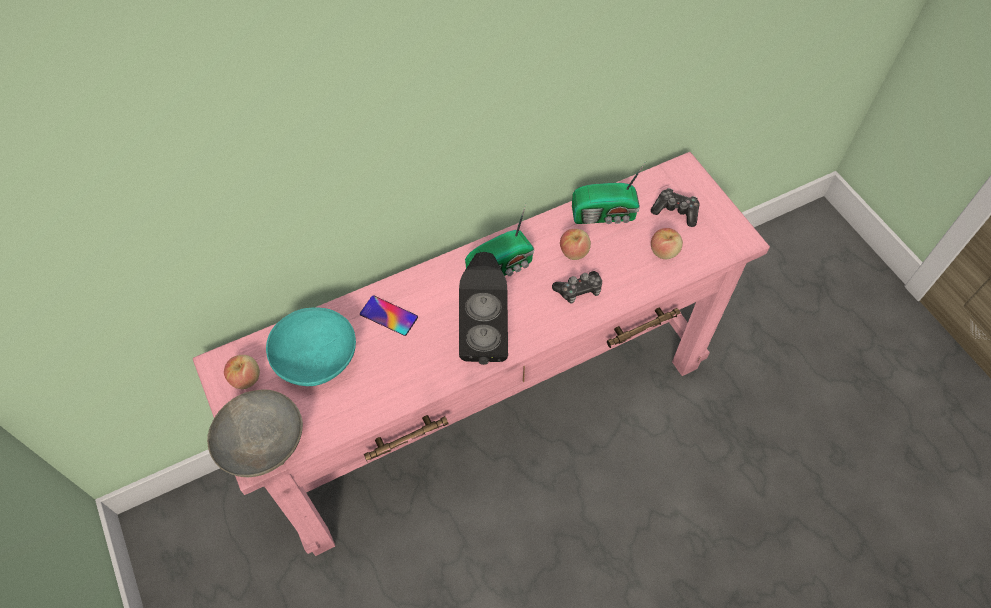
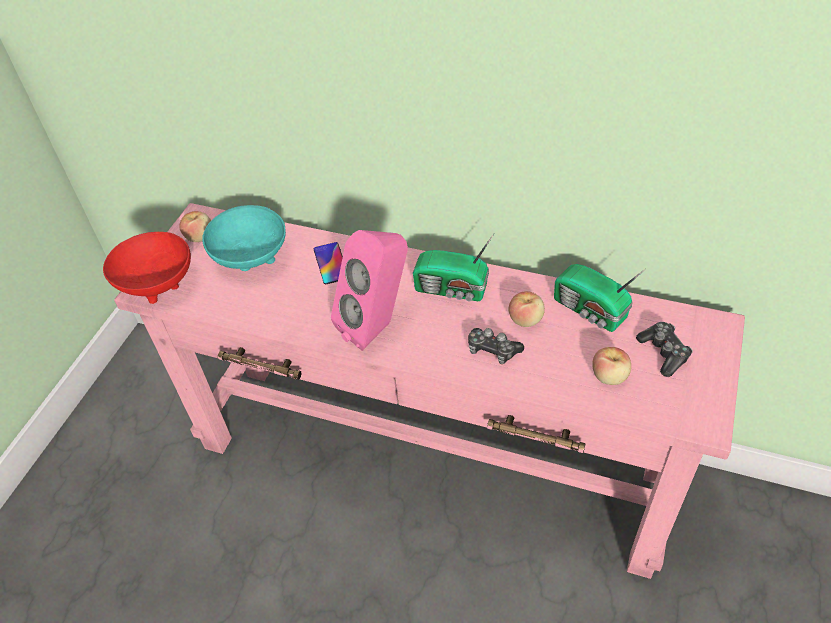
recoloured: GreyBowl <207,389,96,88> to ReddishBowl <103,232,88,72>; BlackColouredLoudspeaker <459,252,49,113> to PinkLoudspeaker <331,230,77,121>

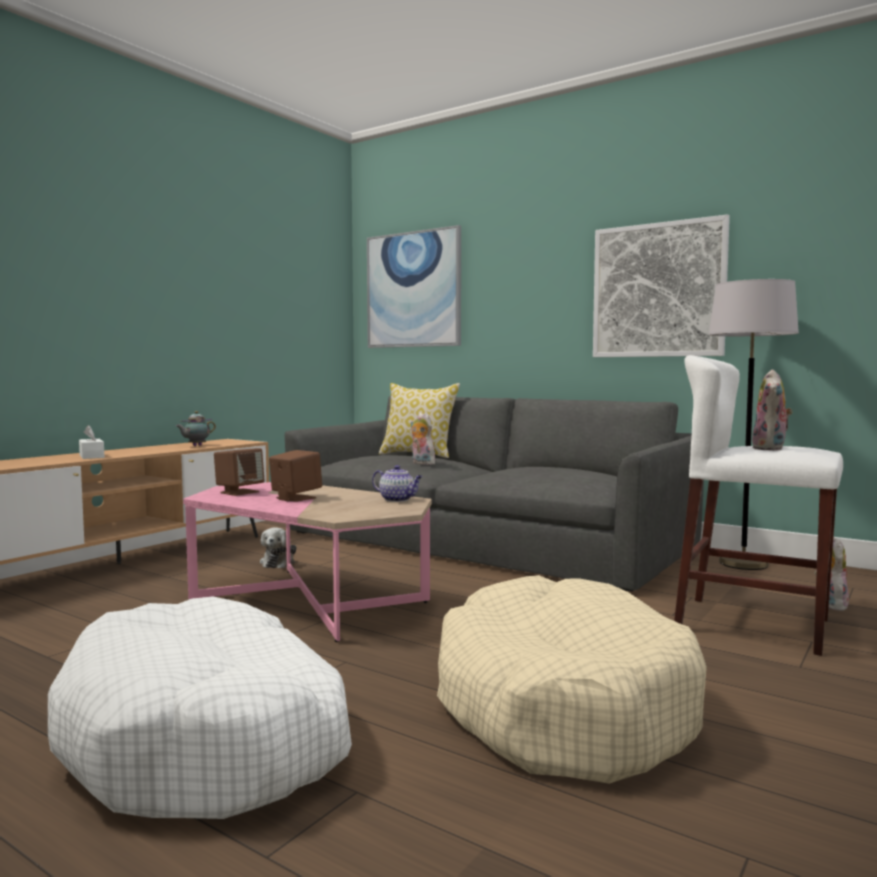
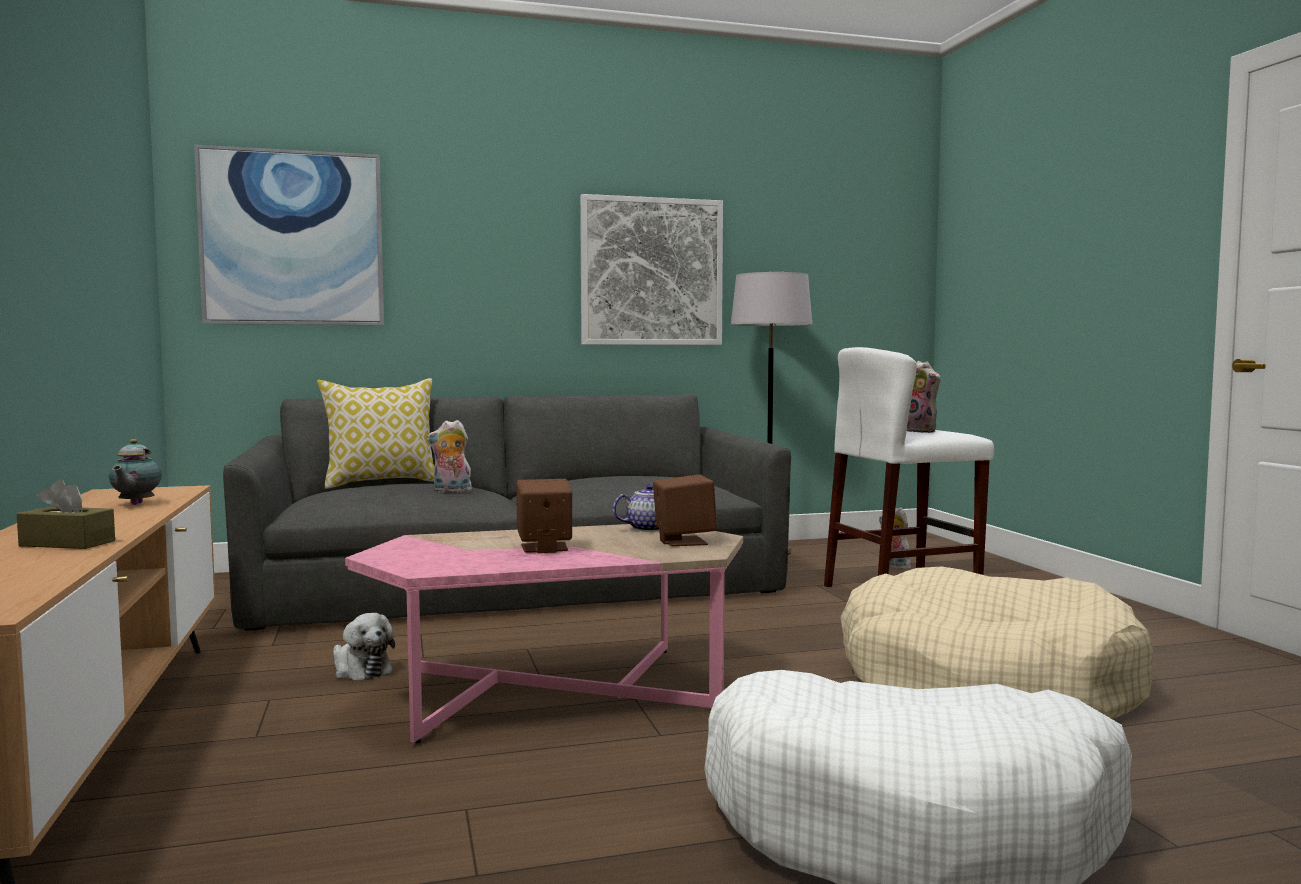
moved: BrownColouredLoudspeaker <214,448,51,48> to <653,475,64,71>
recoloured: WhiteColouredTissueBox <79,425,26,34> to BrownColouredTissueBox <17,479,98,70>

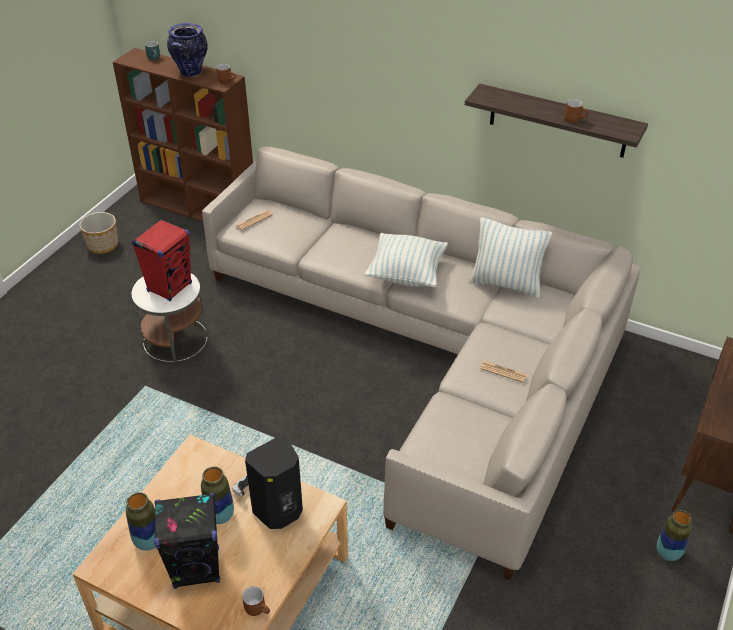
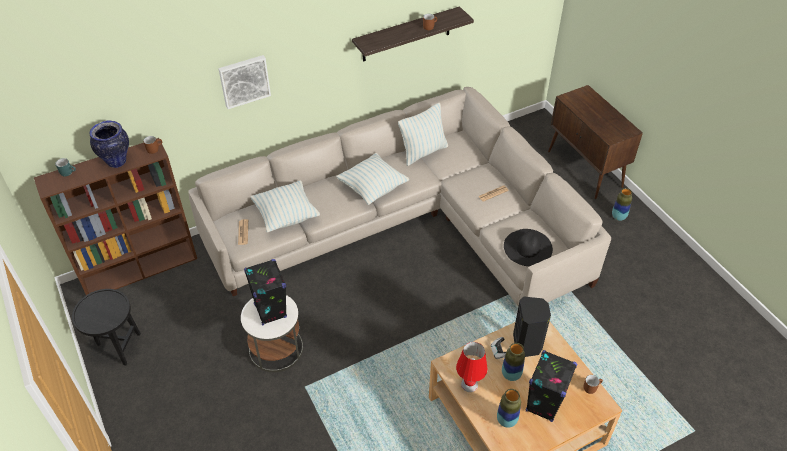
added: WallPicture <218,55,53,54>; Pillow <250,180,70,53>; ReddishTabletopLamp <456,342,32,50>; BlackColouredWearableHat <504,229,49,37>
replaced: PlantPot <79,212,39,42> to BlackColouredEndTable <72,289,69,76>
recoloured: ReddishLoudspeaker <132,219,60,82> to BlackColouredLoudspeaker <244,259,43,67>

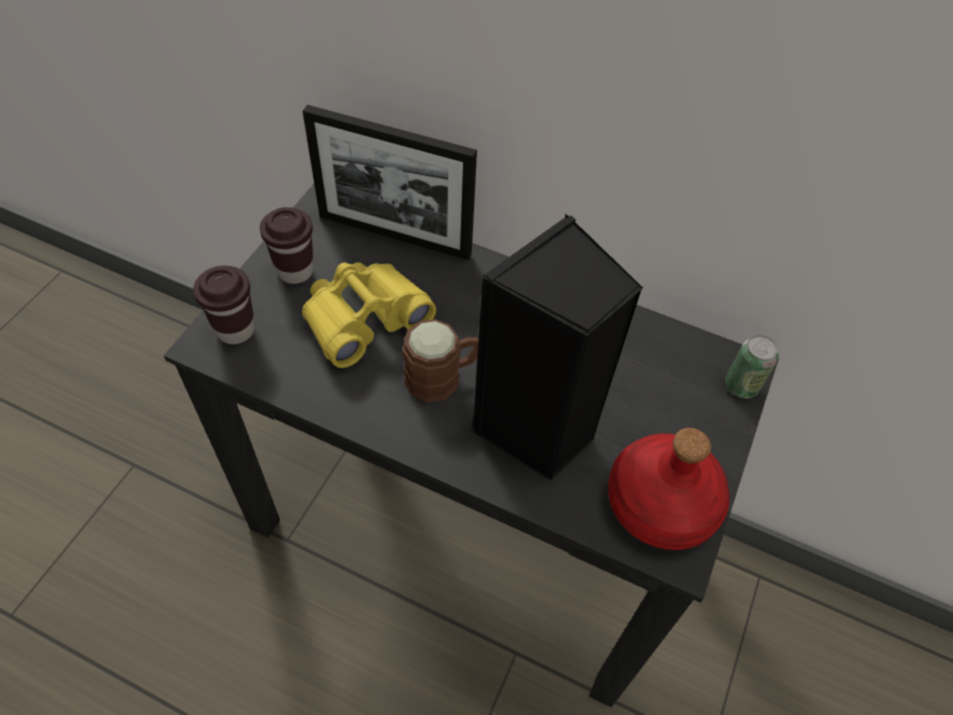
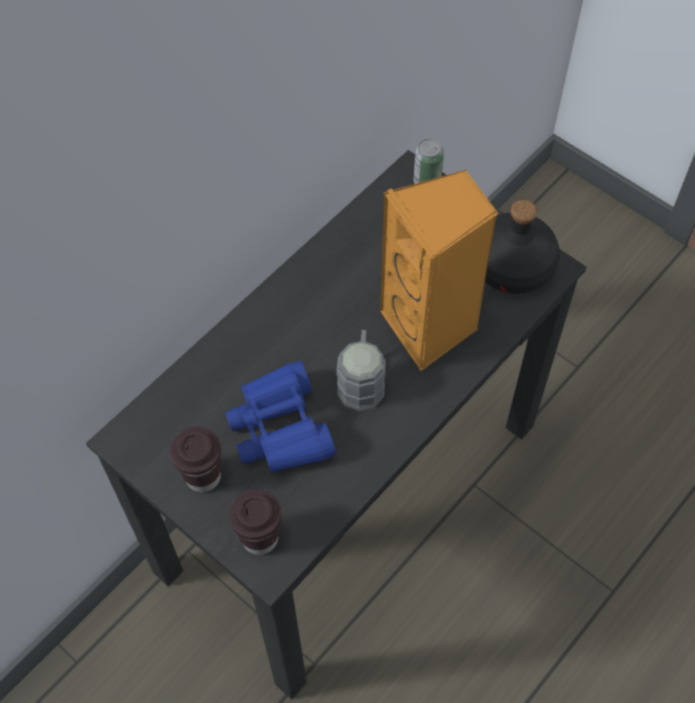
removed: StandingFrame <303,105,174,155>
recoloured: YellowColouredPairOfBinoculars <302,262,134,106> to BluePairOfBinoculars <225,361,112,112>; BrownColouredMug <402,319,77,83> to GreyMug <336,330,50,81>; BlackColouredLoudspeaker <471,214,172,267> to OrangeyLoudspeaker <380,170,119,201>; ReddishBeverageBottle <608,428,122,122> to BlackColouredBeverageBottle <485,200,75,94>

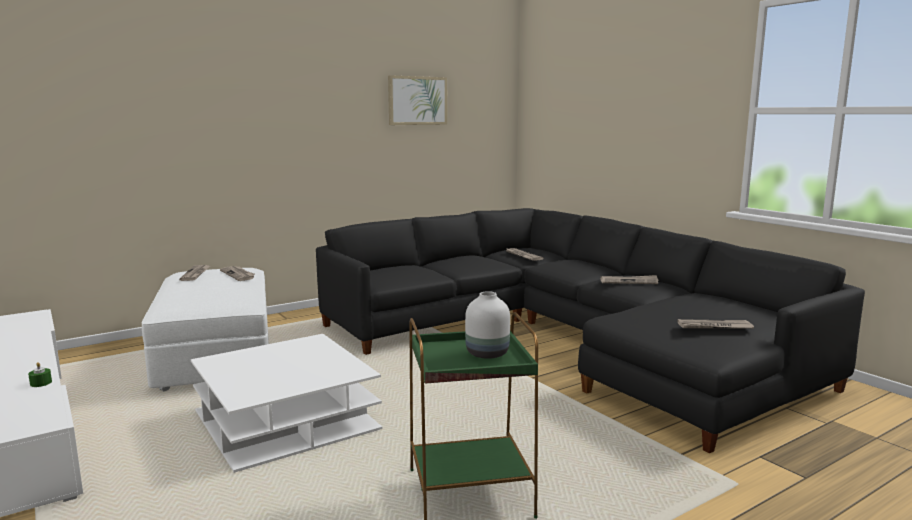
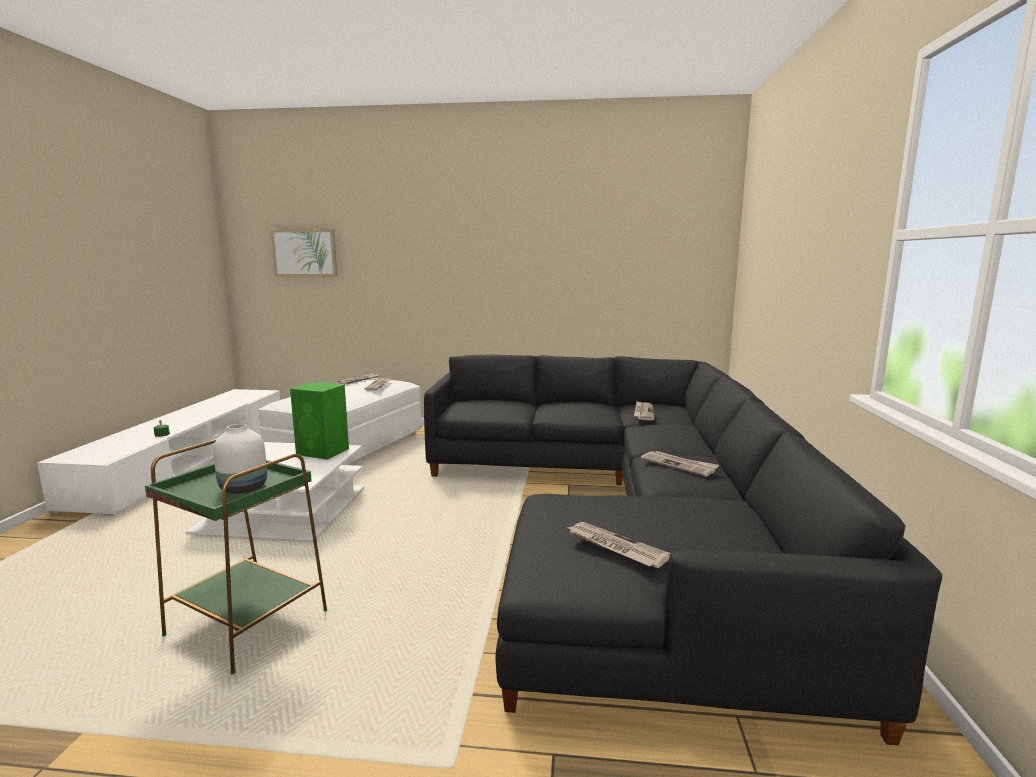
added: GreenColouredLoudspeaker <290,382,59,78>
moved: WallPicture <388,75,59,50> to <271,229,66,48>

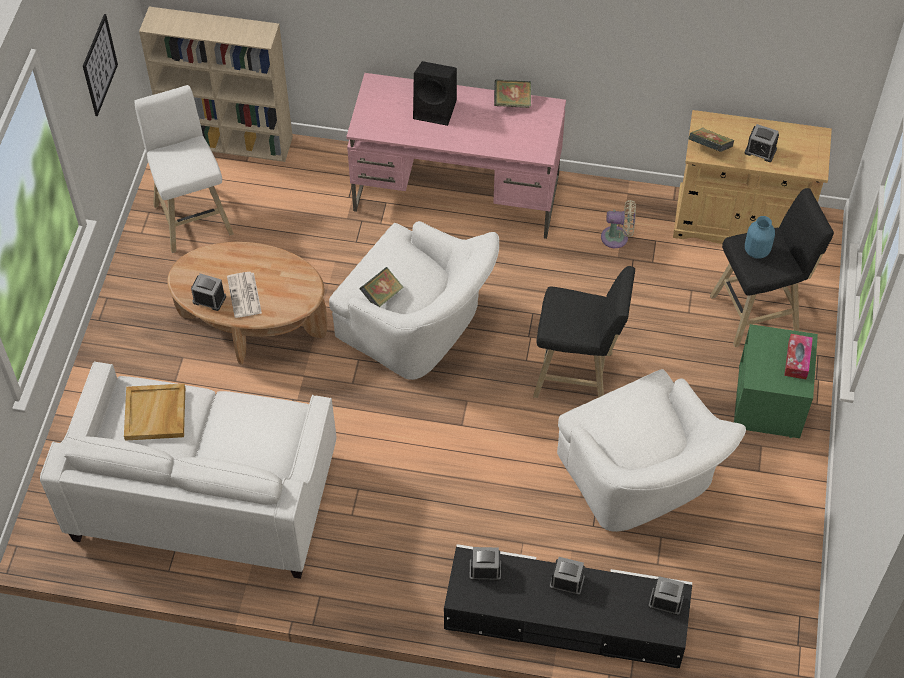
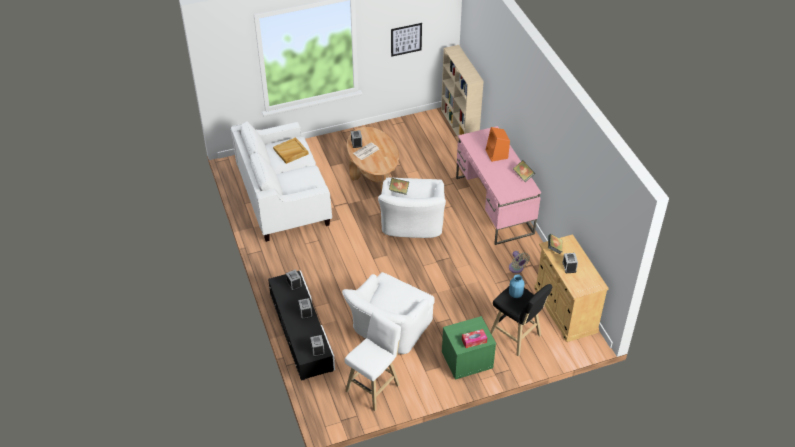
removed: BlackColouredStool <533,266,102,132>
moved: WhiteColouredStool <134,85,100,168> to <345,311,56,100>
recoloured: BlackColouredLoudspeaker <413,61,44,65> to OrangeyLoudspeaker <486,127,24,35>

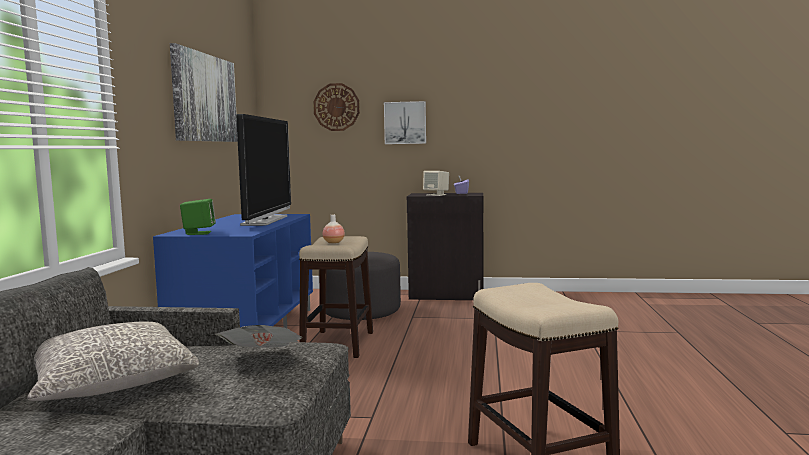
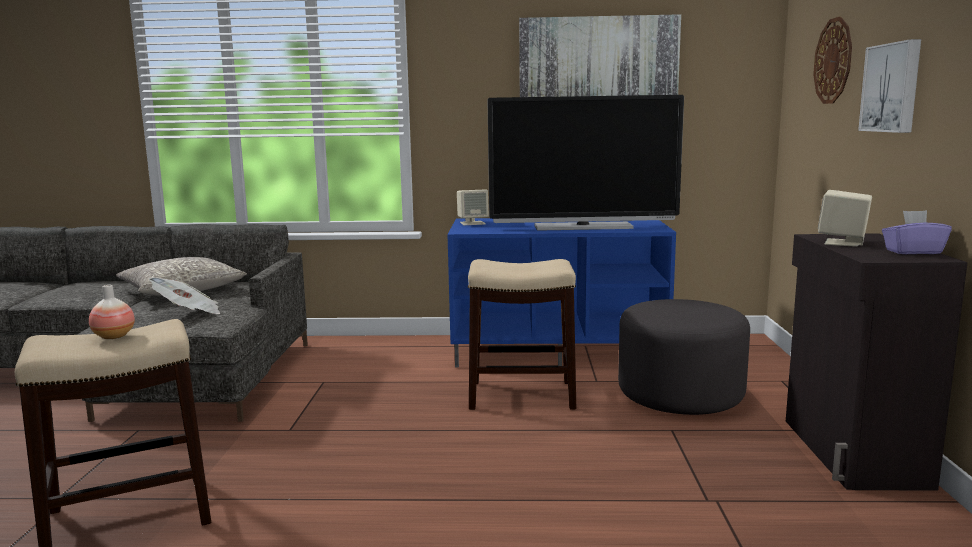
moved: DecorativeVase <322,215,23,29> to <89,285,46,54>
recoloured: GreenColouredLoudspeaker <180,199,36,36> to SandColouredLoudspeaker <457,189,32,36>

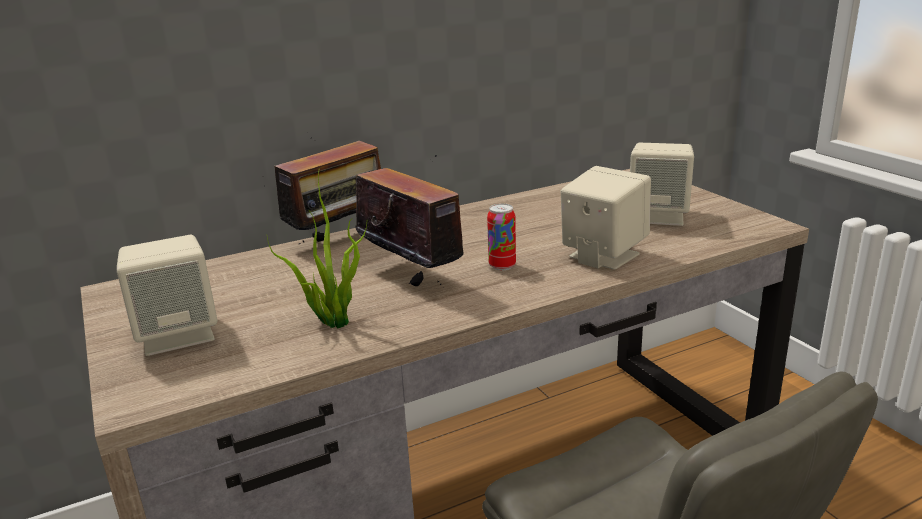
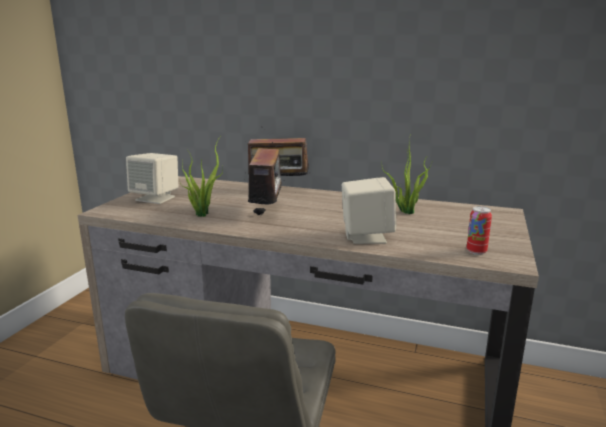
removed: SandColouredLoudspeaker <630,143,64,83>
added: PlantInAPot <382,133,50,81>
moved: SealedCan <487,203,29,67> to <467,206,25,49>

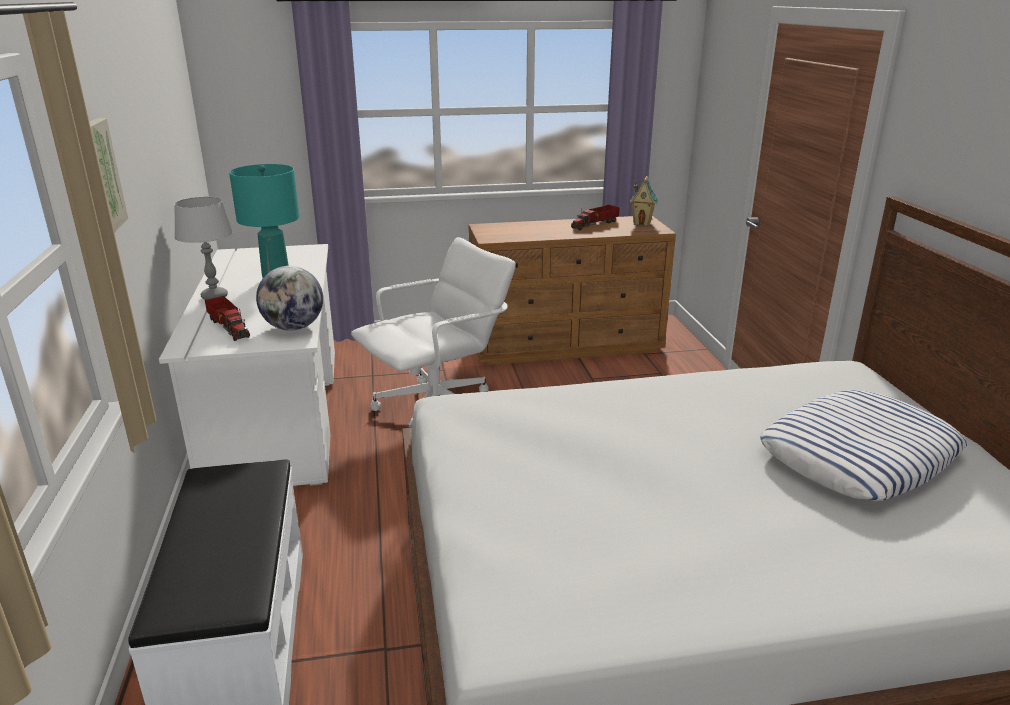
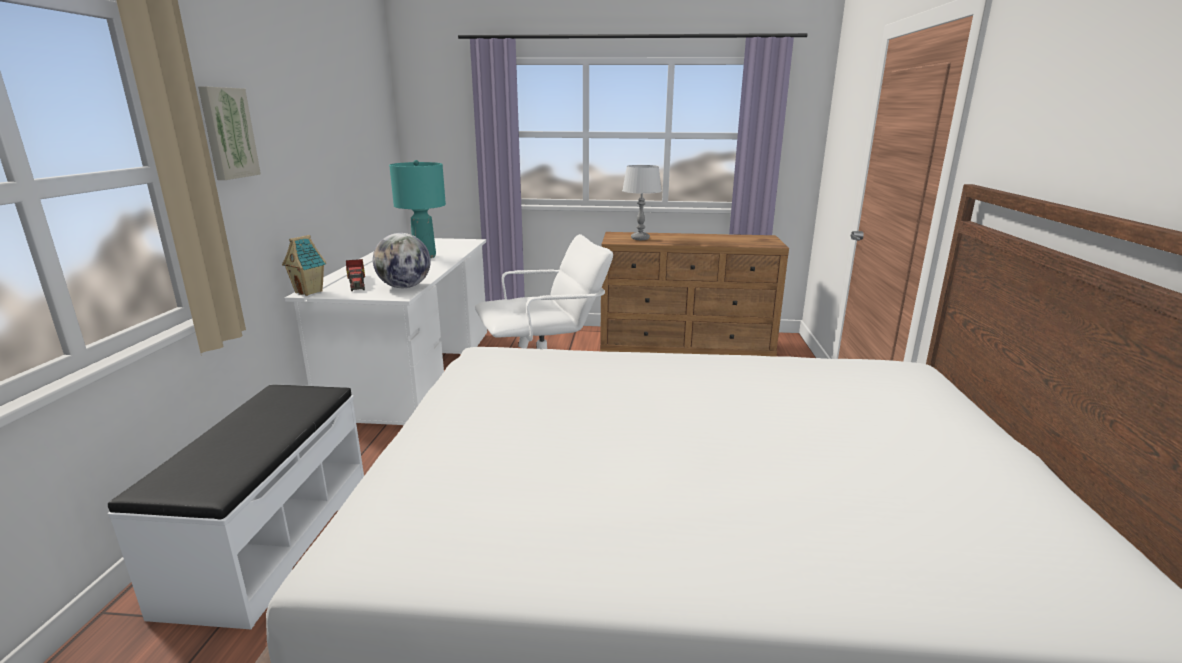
removed: ToyLorry <571,205,49,25>; Pillow <760,390,208,111>
moved: GreyTabletopLamp <174,197,59,103> to <622,165,40,75>; MiniatureHouse <629,176,29,50> to <282,235,44,61>

